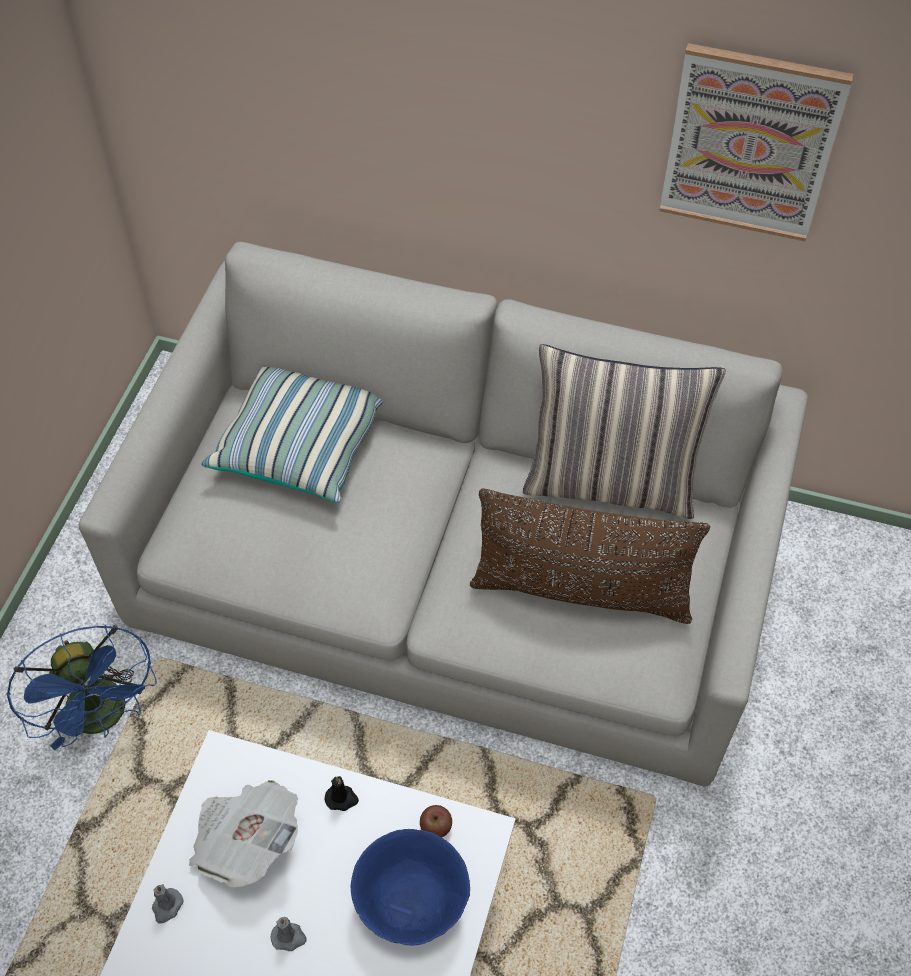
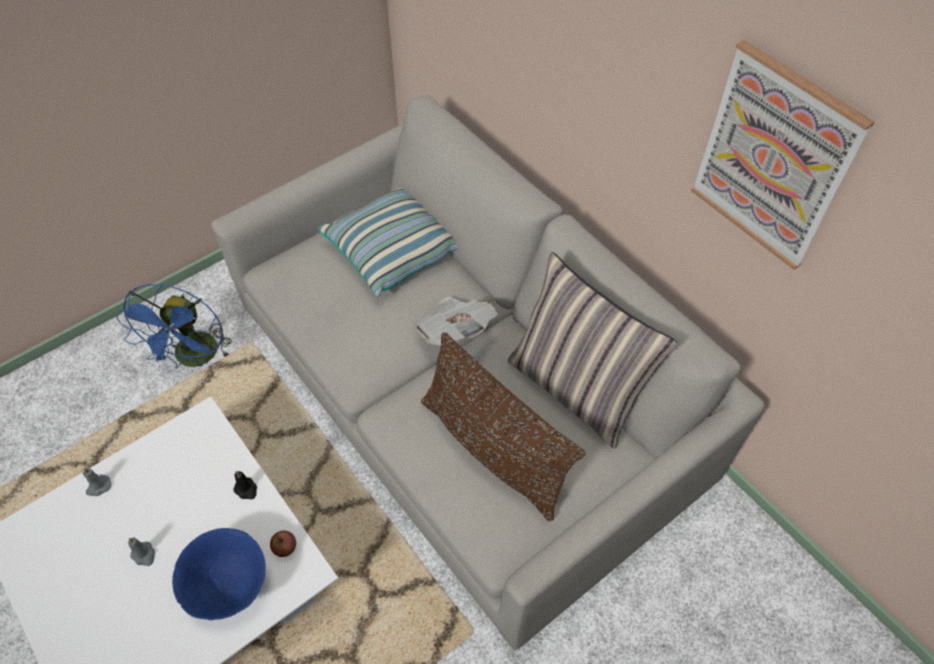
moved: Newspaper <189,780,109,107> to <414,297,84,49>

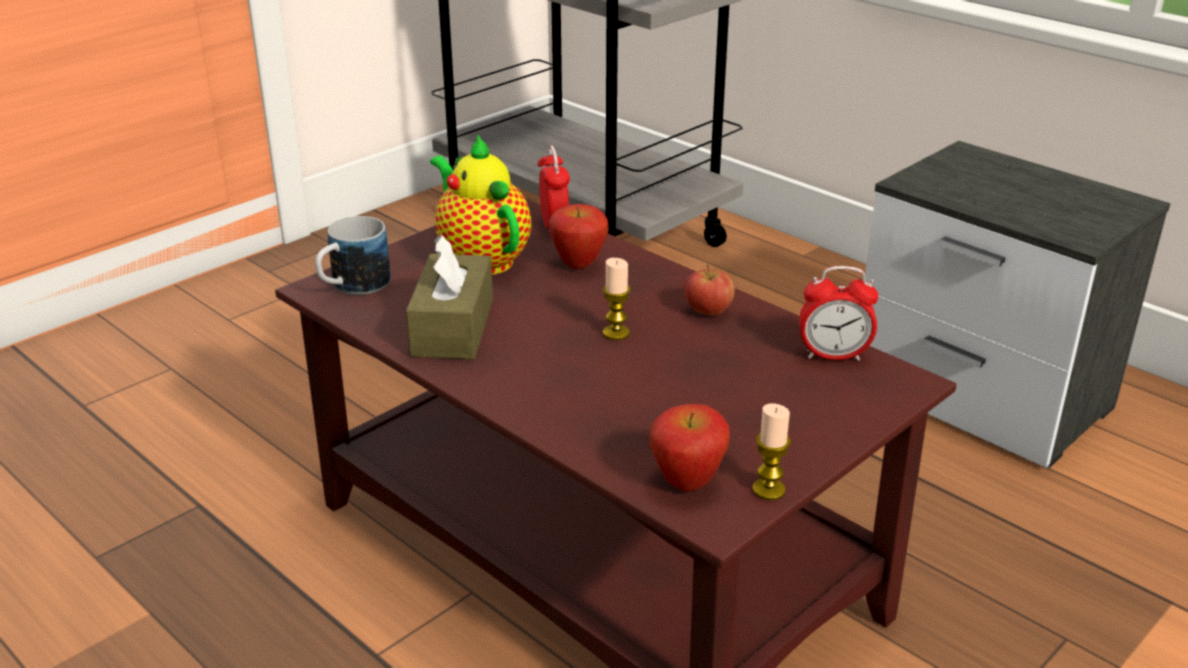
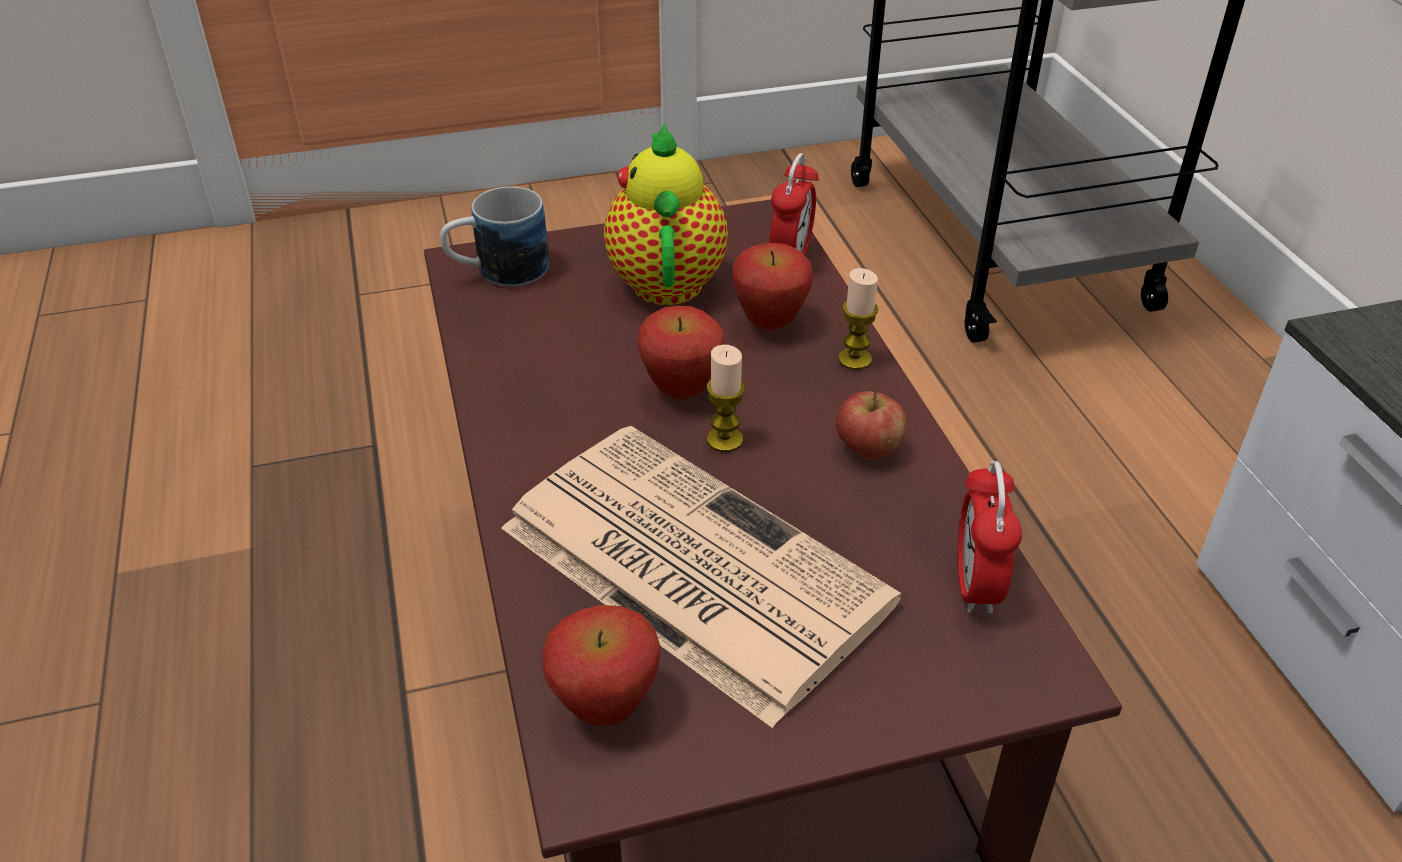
removed: BrownColouredTissueBox <406,234,87,125>
added: Newspaper <501,426,400,302>; WholeApple <637,306,87,94>
moved: Candle <752,403,39,97> to <838,268,40,102>
turned: BedsideClock <799,266,80,95> = <958,460,64,154> 60 degrees clockwise

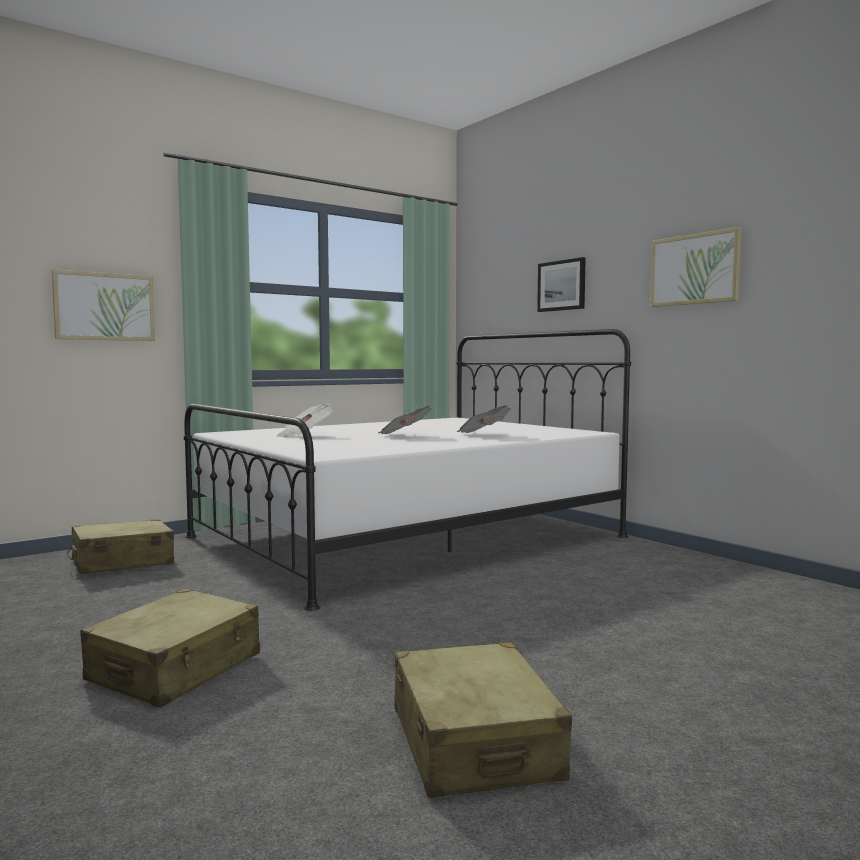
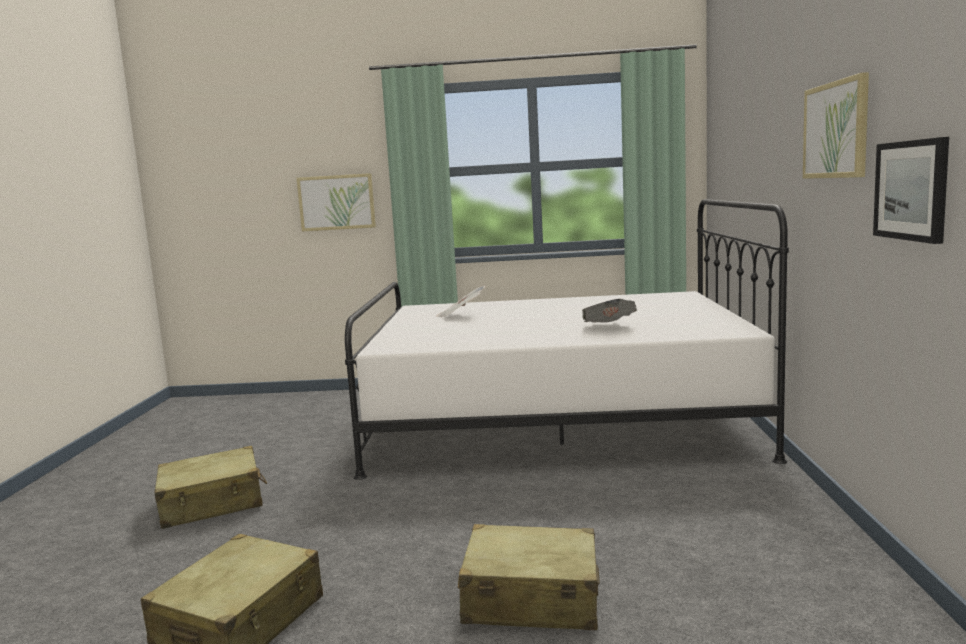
removed: Newspaper <378,406,53,28>
moved: SandColouredPieceOfLuggage <67,519,107,55> to <458,524,142,106>; WallPicture <537,257,49,55> to <873,137,76,107>

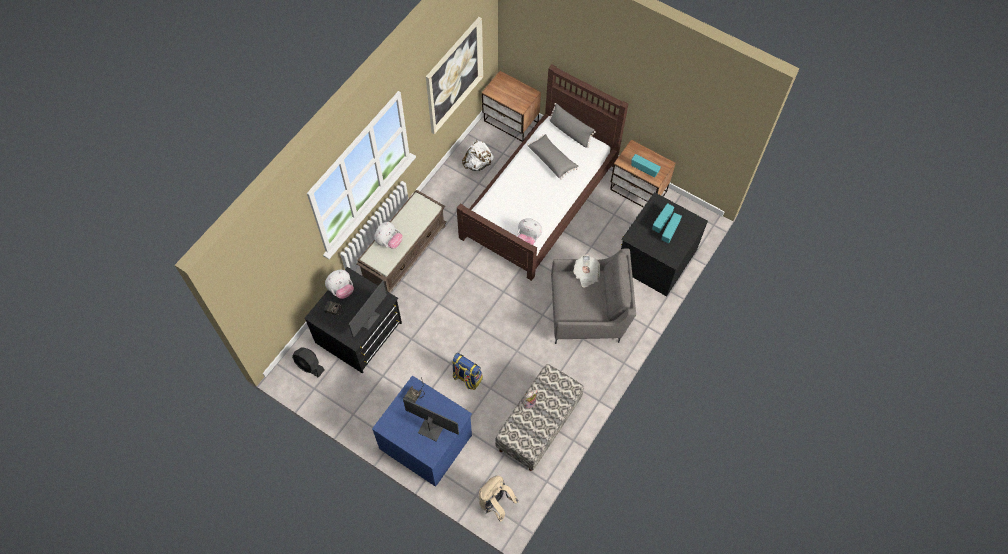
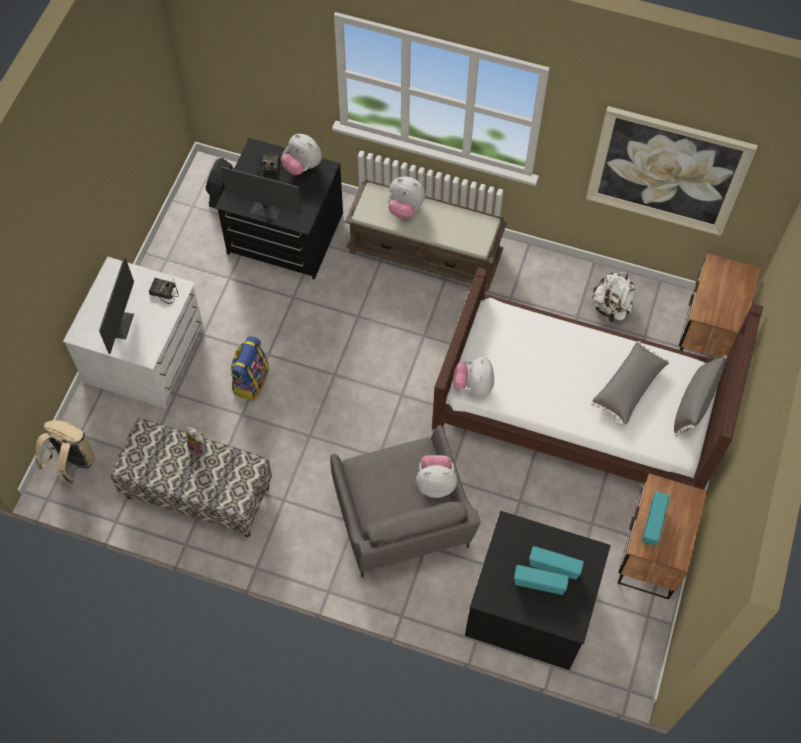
replaced: Newspaper <573,254,27,34> to SoftToy <416,455,41,43>
recoloured: BlueDrawerChest <372,376,100,111> to WhiteColouredDrawerChest <63,257,141,152>

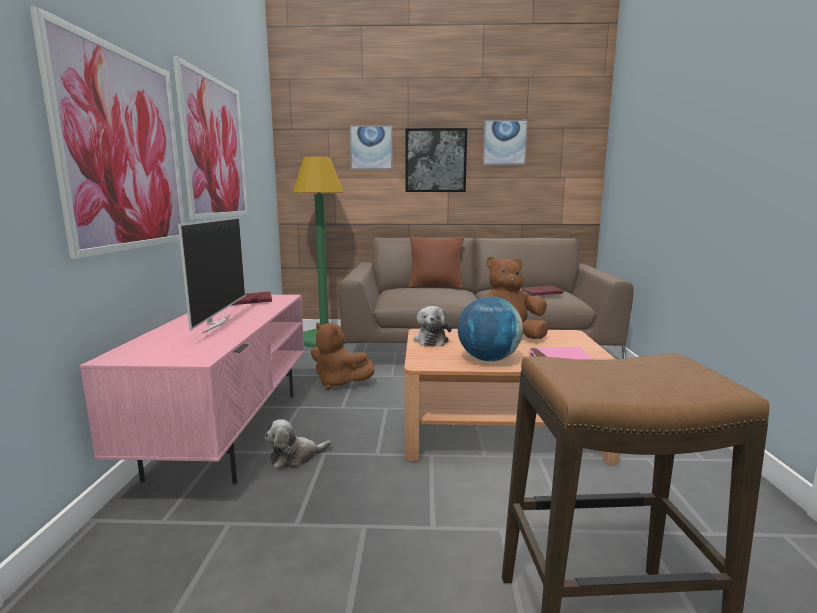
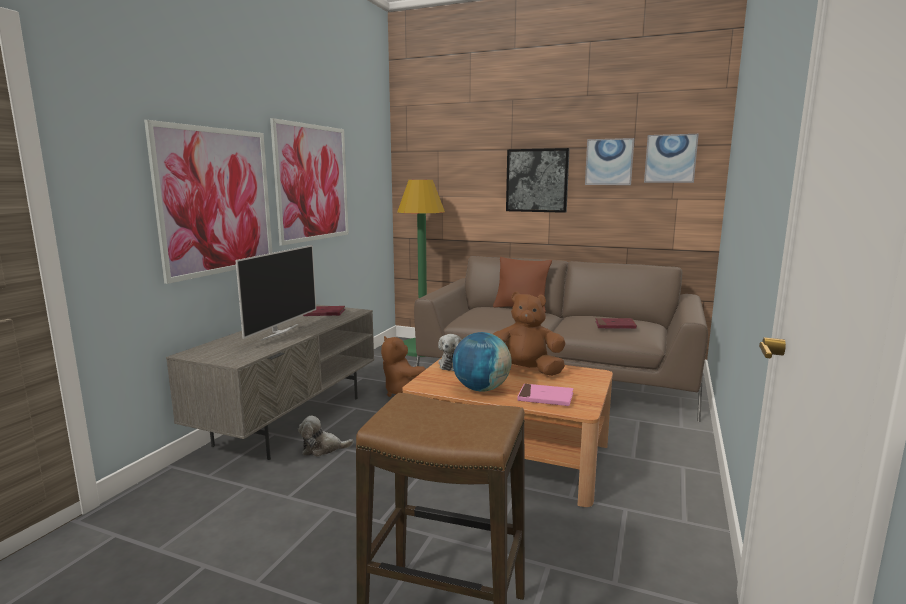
moved: WallPicture <350,125,43,45> to <644,134,55,49>
recoloured: PinkMediaConsole <80,295,224,189> to GreyMediaConsole <166,305,208,155>

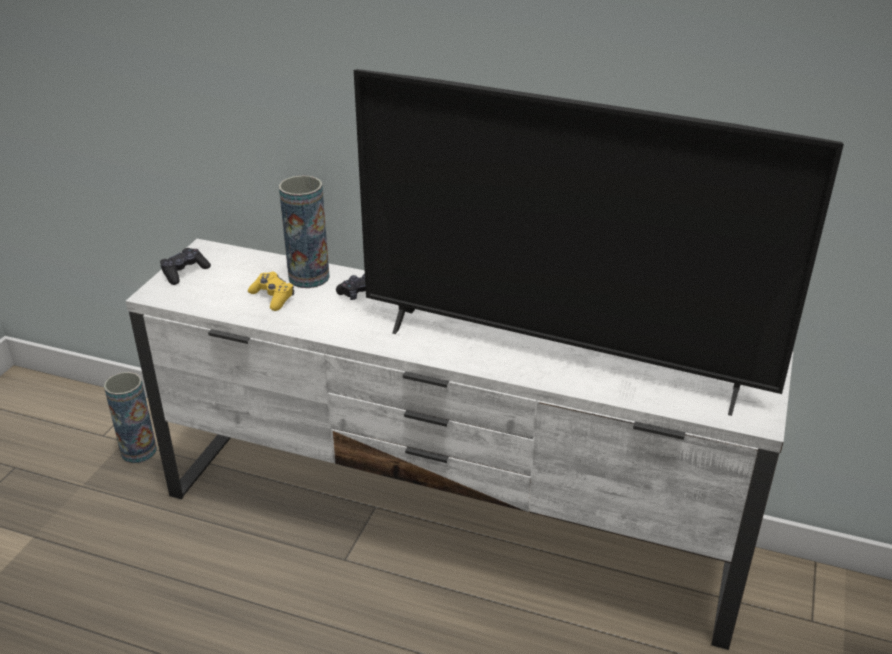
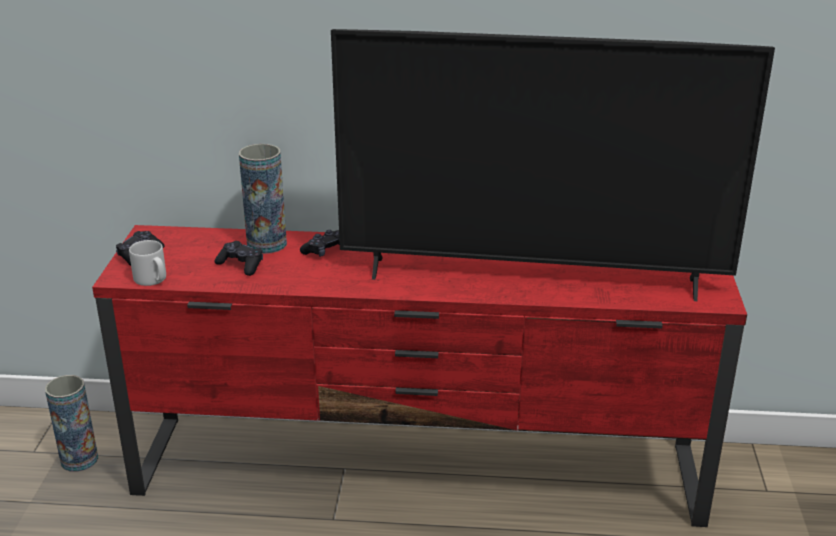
added: GreyMug <129,240,37,46>
recoloured: WhiteColouredMediaConsole <126,239,667,411> to ReddishMediaConsole <92,225,655,302>; YellowColouredGameController <248,272,46,39> to BlackColouredGameController <214,241,49,35>

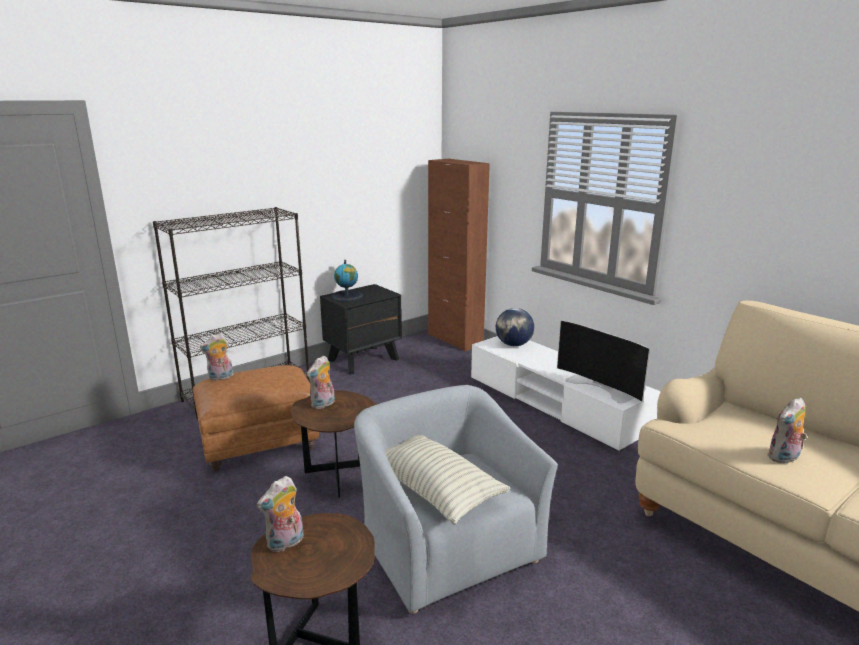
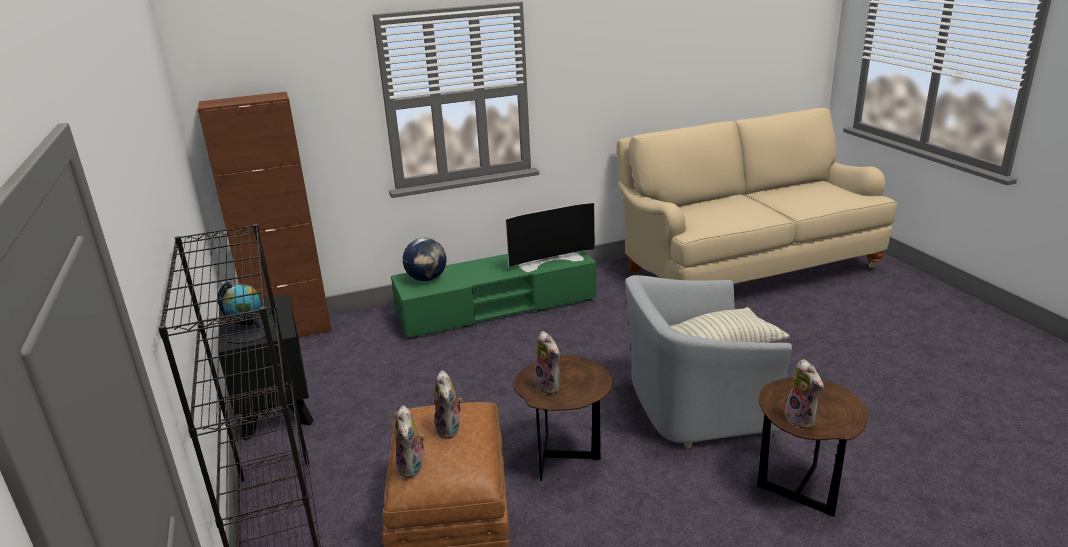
moved: SoftToy <767,397,40,67> to <435,370,28,69>
recoloured: WhiteColouredMediaConsole <471,336,190,116> to GreenColouredMediaConsole <391,251,205,88>

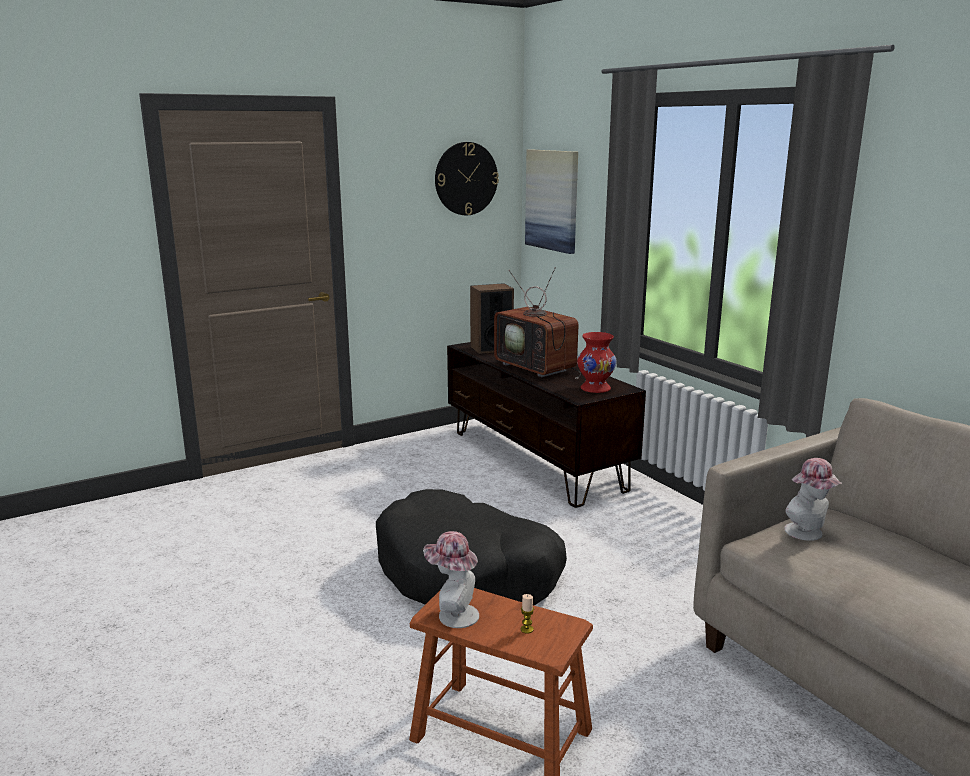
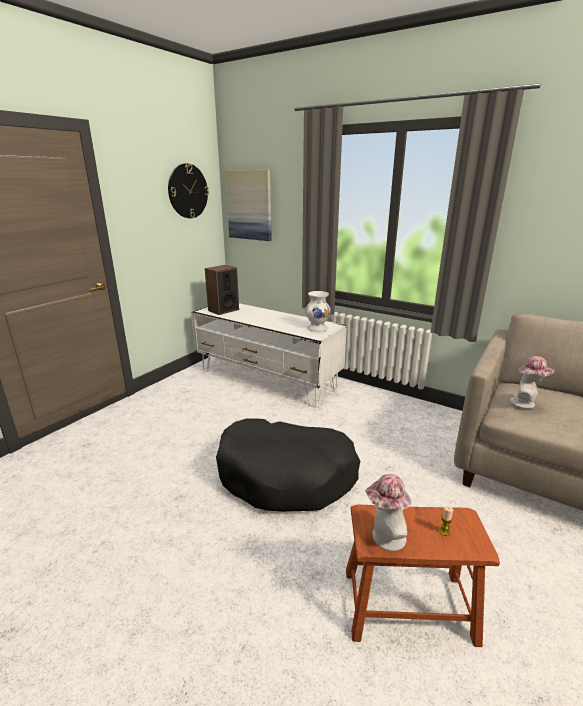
removed: Tv <494,267,87,112>
recoloured: BrownColouredMediaConsole <447,342,199,166> to WhiteColouredMediaConsole <191,303,156,104>; ReddishDecorativeVase <577,332,40,61> to WhiteColouredDecorativeVase <305,291,26,41>

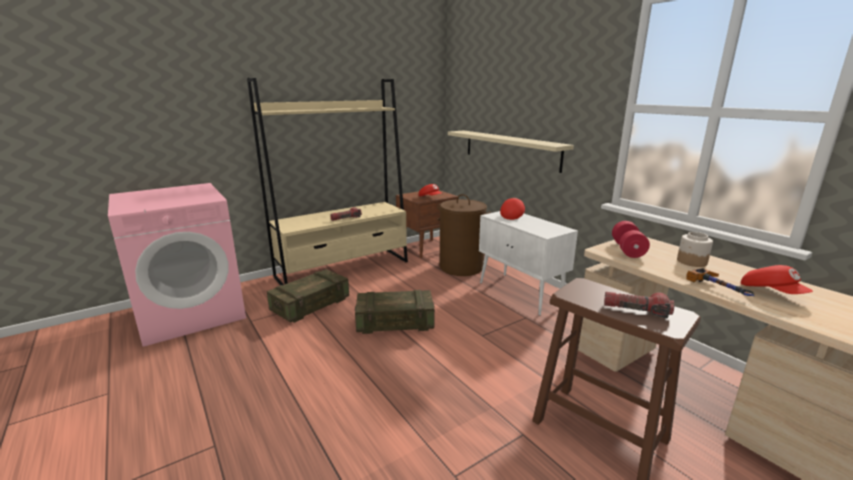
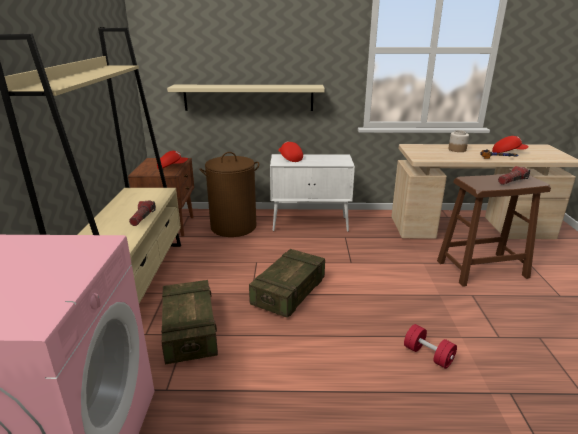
moved: ReddishFreeWeight <612,221,38,37> to <404,324,53,45>

